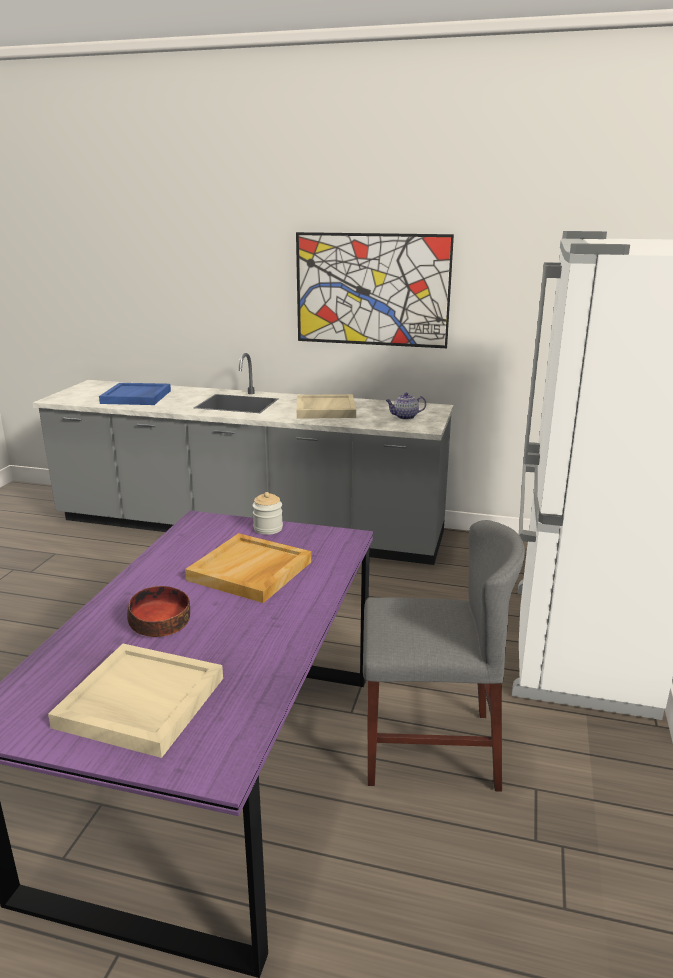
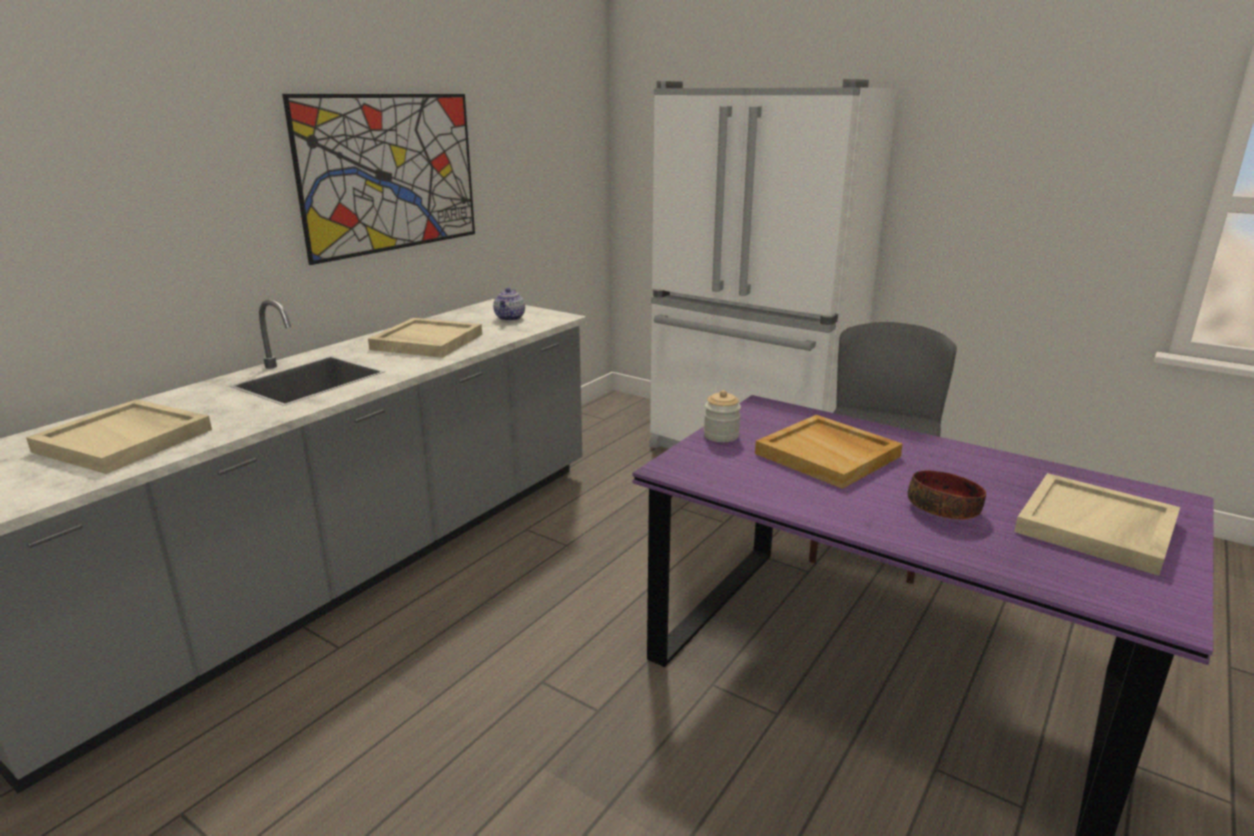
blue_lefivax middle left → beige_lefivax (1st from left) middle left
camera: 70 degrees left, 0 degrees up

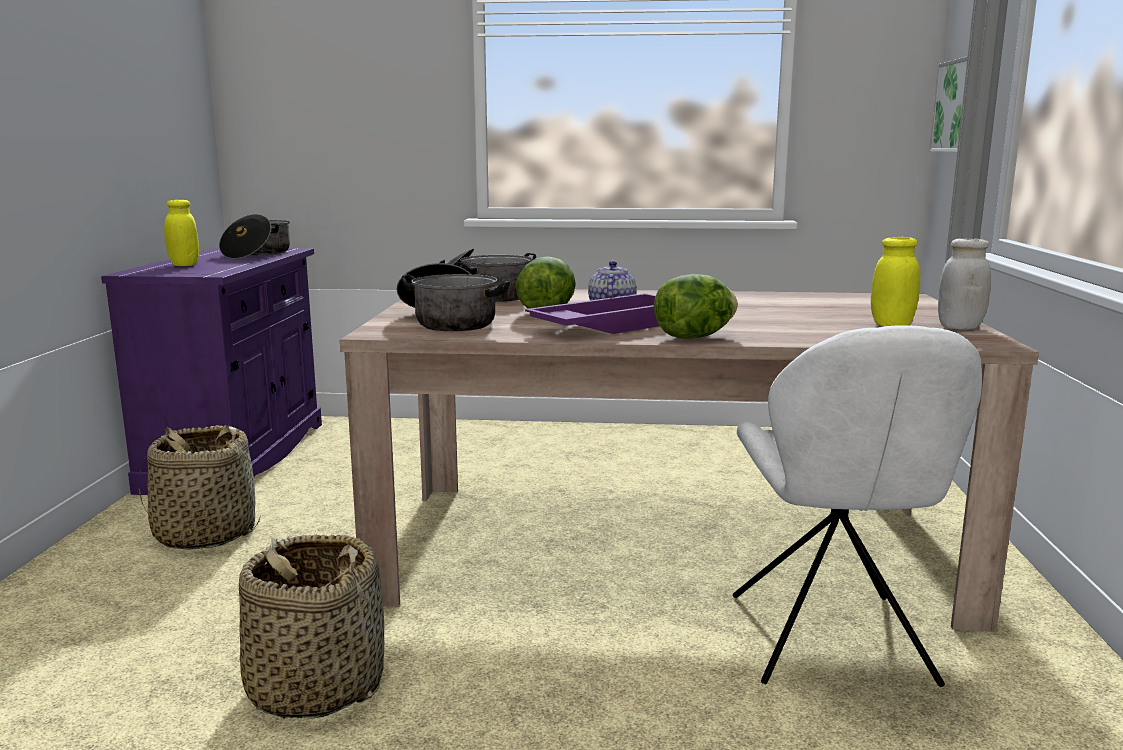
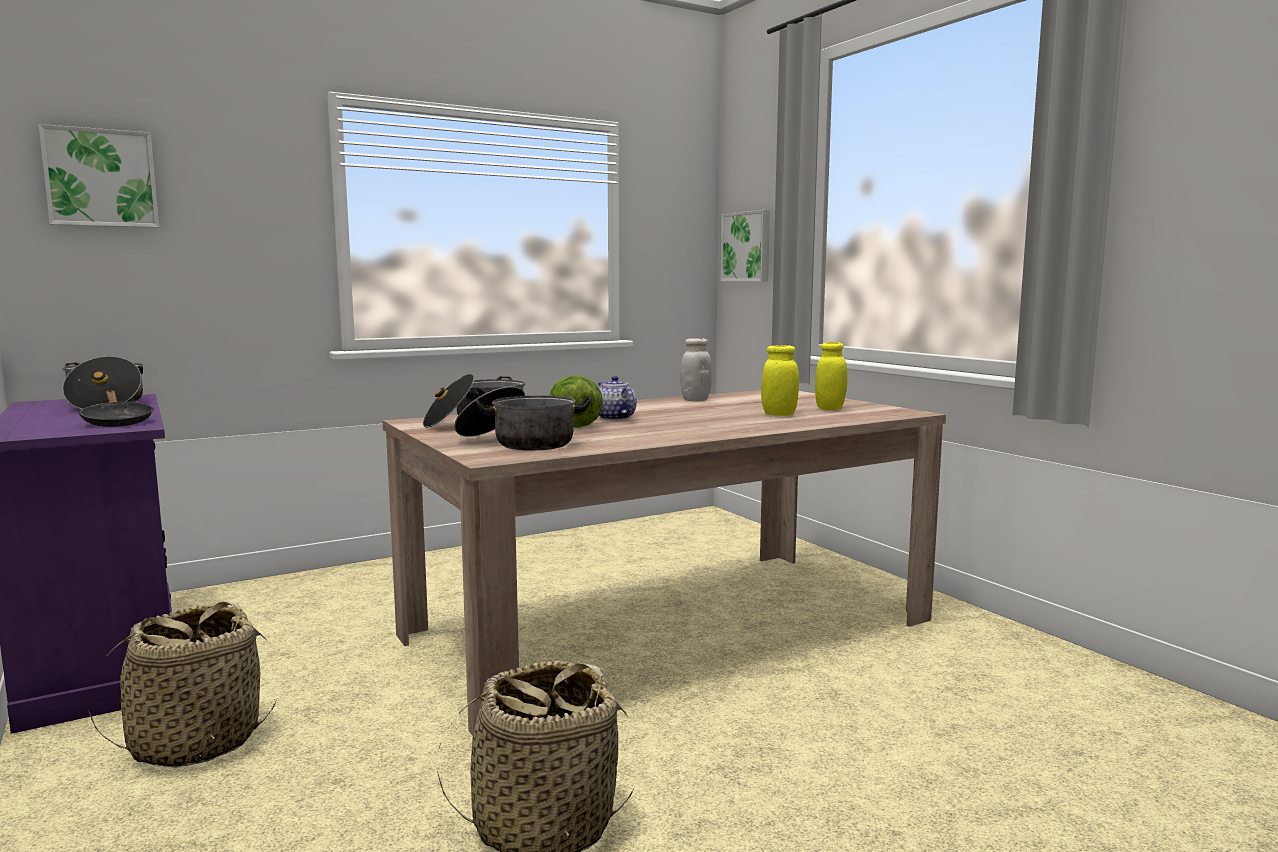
purple_lefivax centre → -
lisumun (2nd from left) centre → -
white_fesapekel bottom right → -
- → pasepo (1st from left) top left
- → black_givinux middle left
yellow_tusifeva (1st from left) top left → yellow_tusifeva (1st from left) centre, move
white_tusifeva middle right → white_tusifeva centre, move
camera: 35 degrees left, 5 degrees down

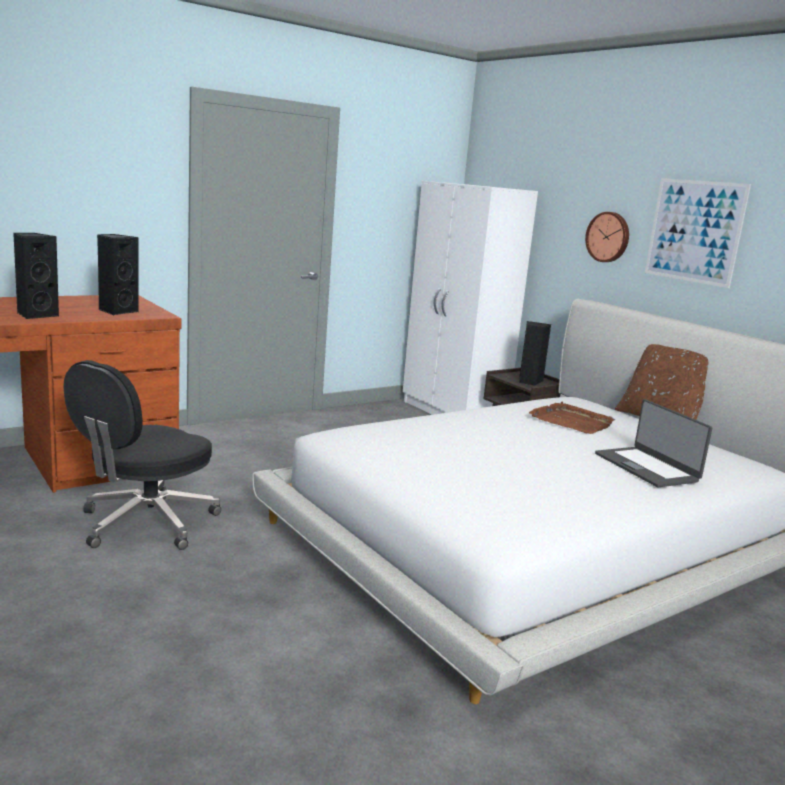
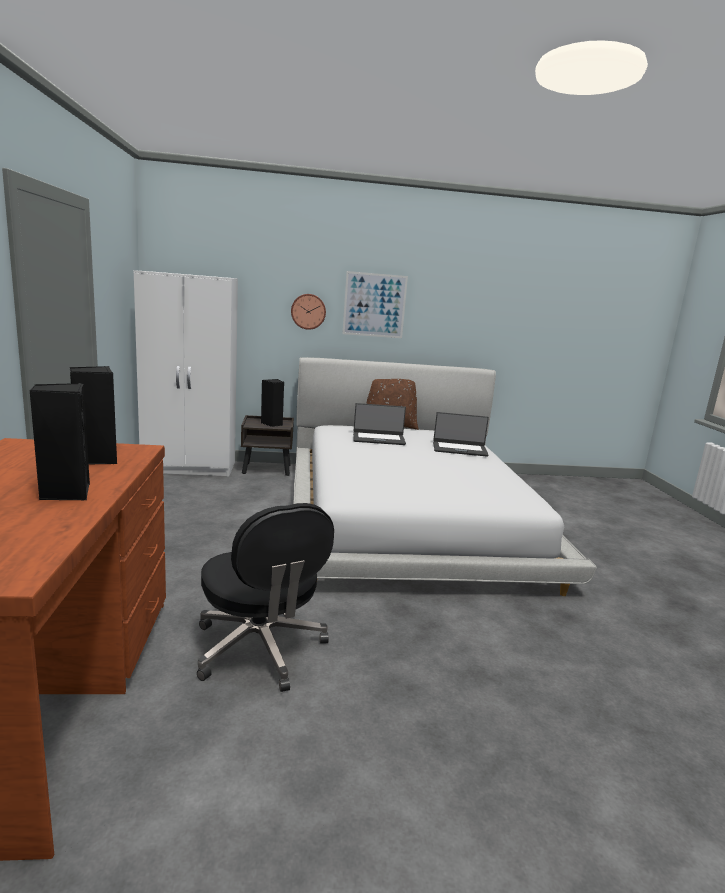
brown_lefivax middle right → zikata (1st from left) centre
camera: 60 degrees left, 0 degrees up

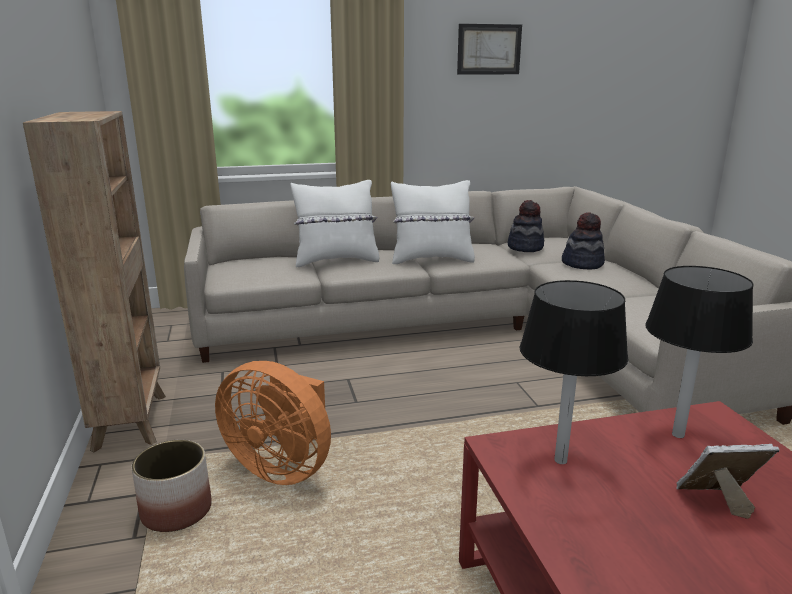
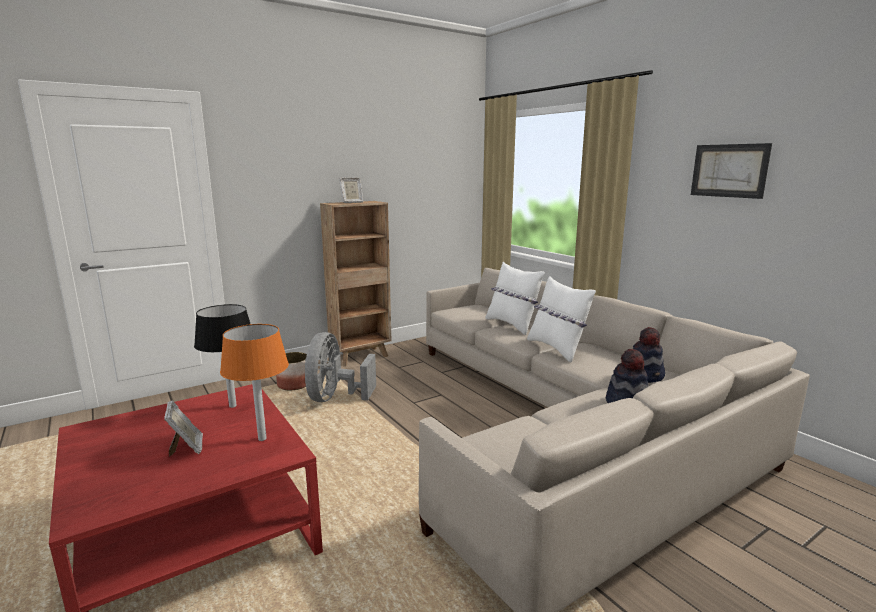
- → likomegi (2nd from left) top centre
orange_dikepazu bottom centre → grey_dikepazu centre
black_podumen (2nd from left) middle right → orange_podumen middle left
camera: 70 degrees right, 5 degrees down

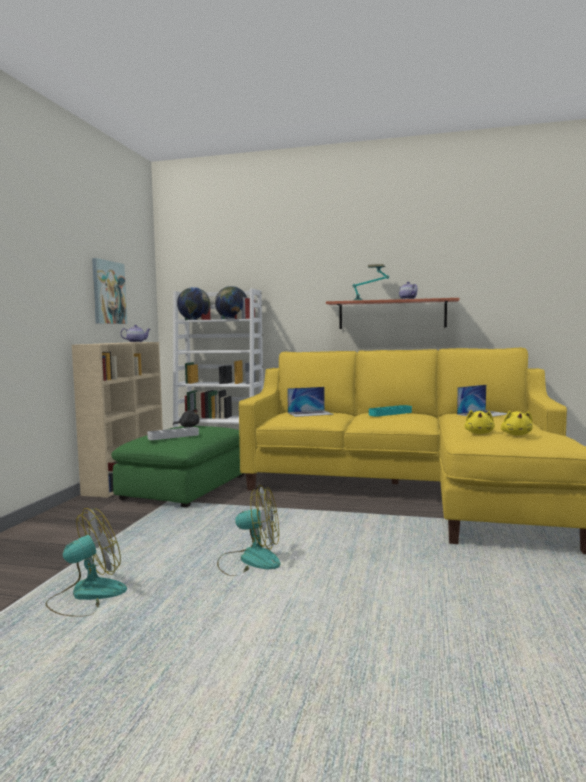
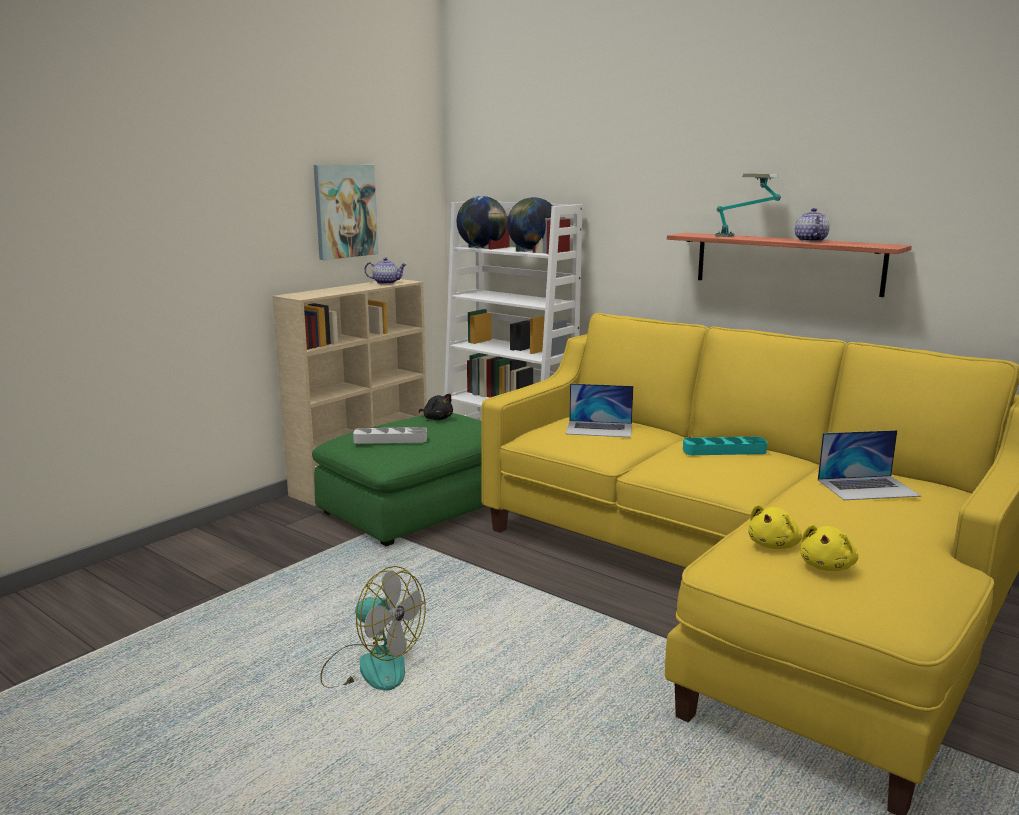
dikepazu (1st from left) bottom left → -
camera: 25 degrees right, 10 degrees up

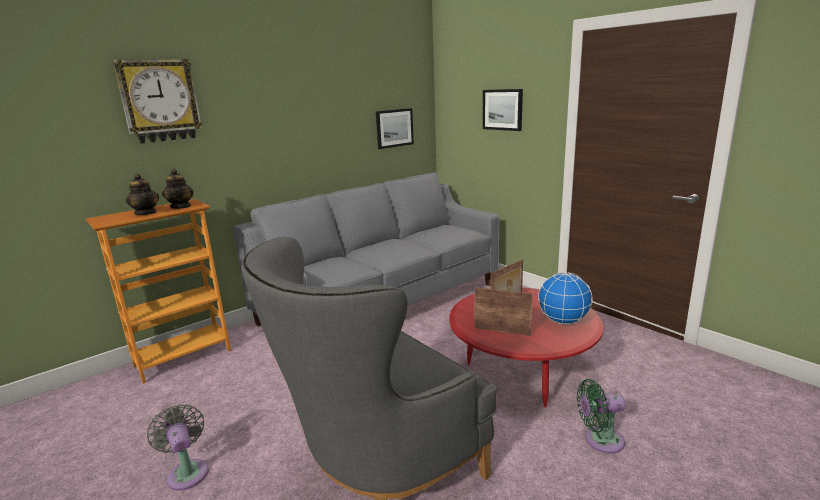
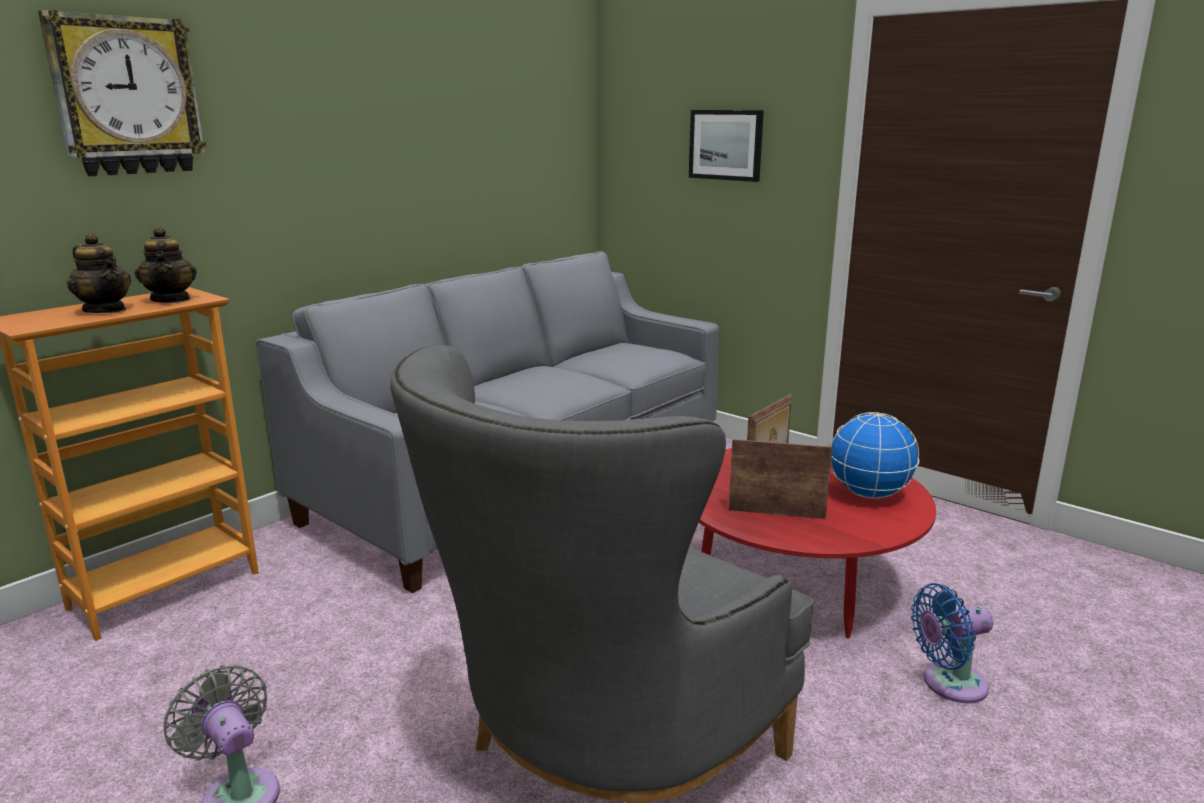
pasepo (1st from left) top centre → -
green_dikepazu bottom right → blue_dikepazu bottom right
camera: 10 degrees left, 0 degrees up

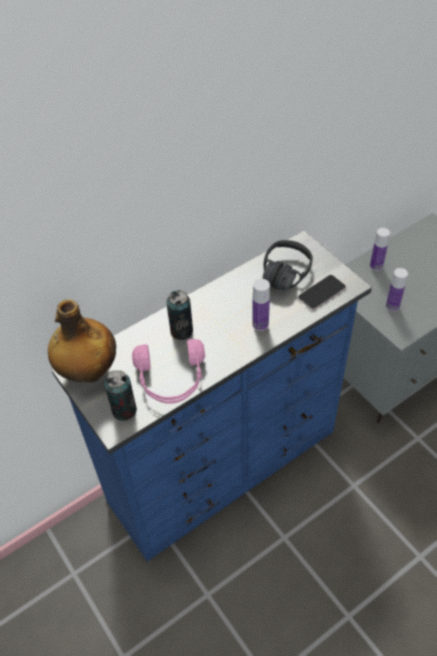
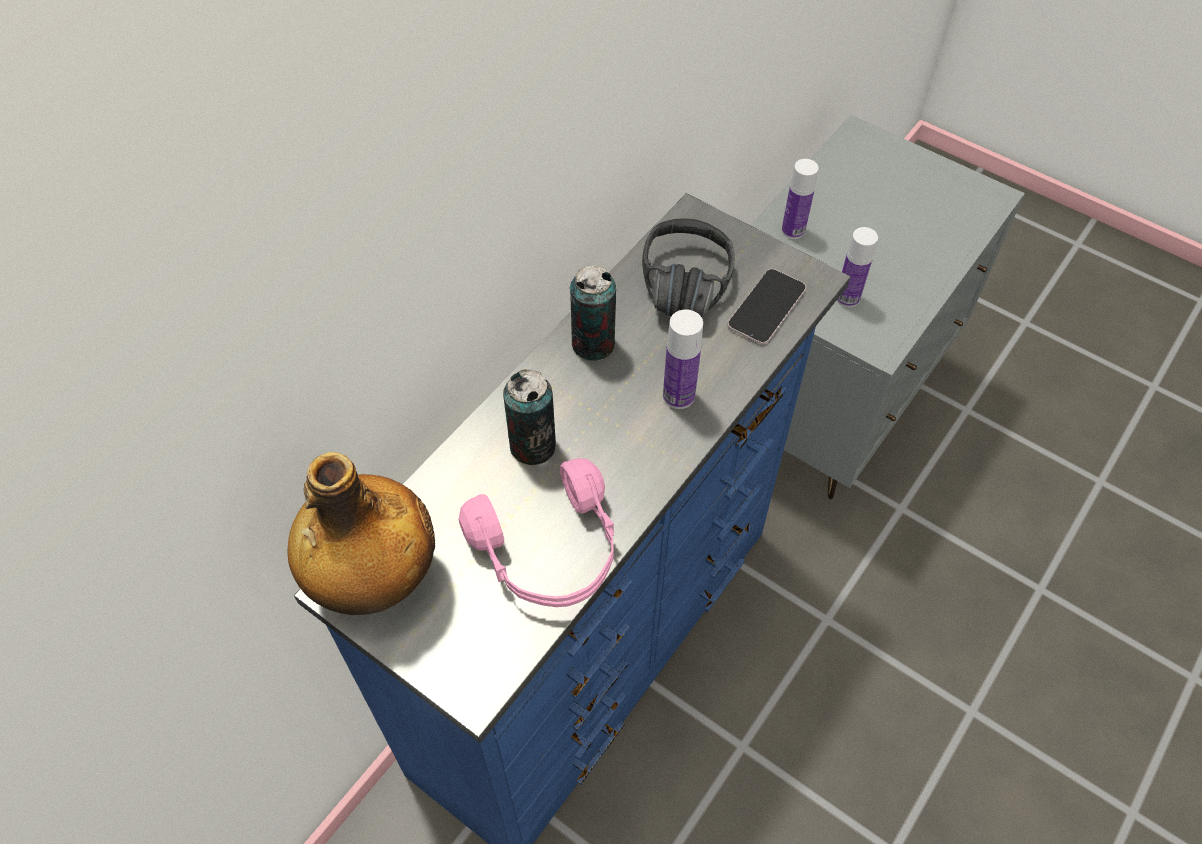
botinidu (1st from left in the first image) middle left → botinidu (2nd from left) centre, move
camera: 20 degrees left, 5 degrees up

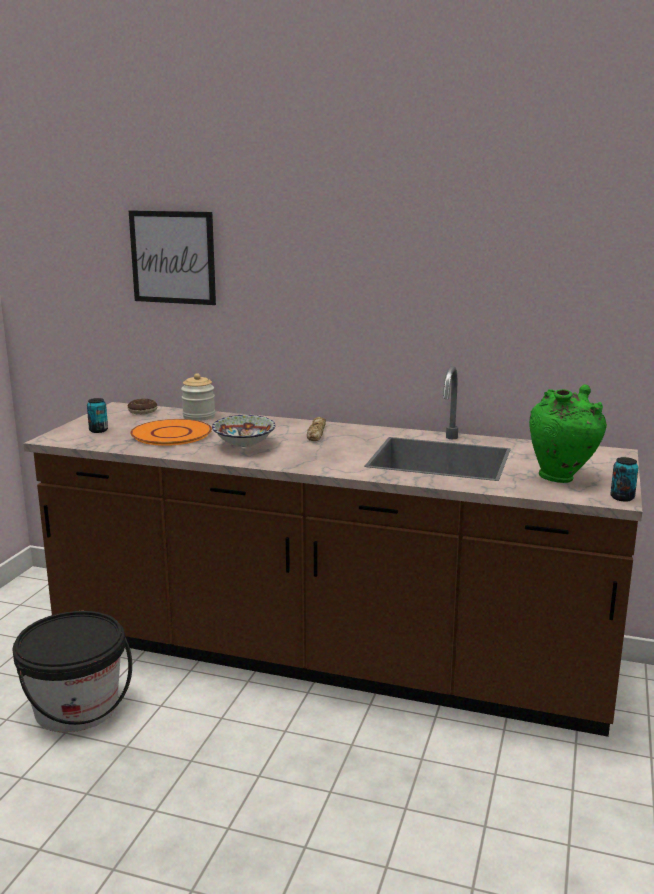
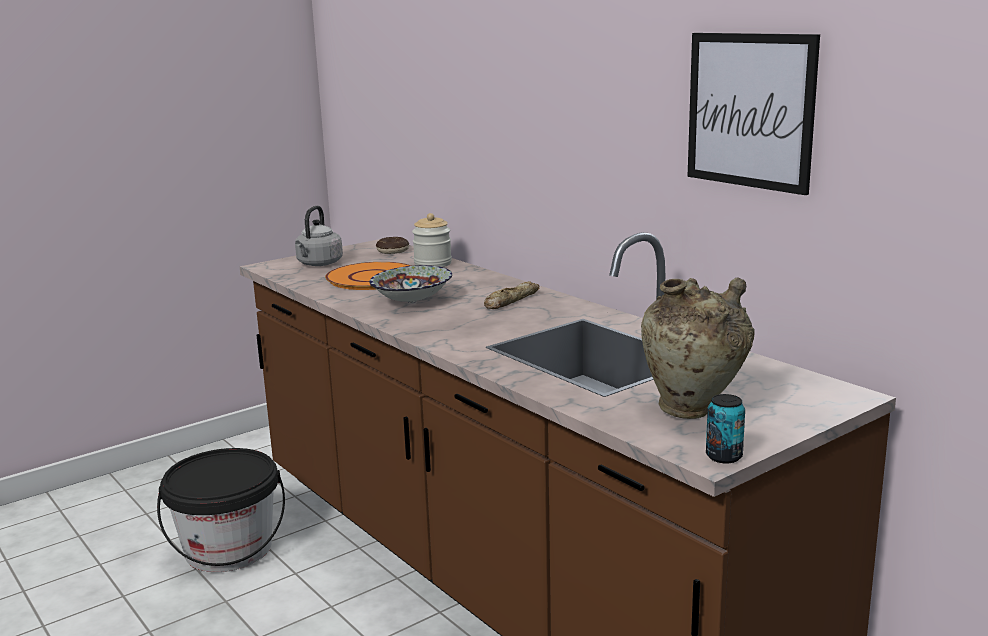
pasepo top left → pasepo top right, move
botinidu (1st from left) middle left → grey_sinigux middle left
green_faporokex middle right → beige_faporokex middle right
camera: 35 degrees right, 0 degrees up

